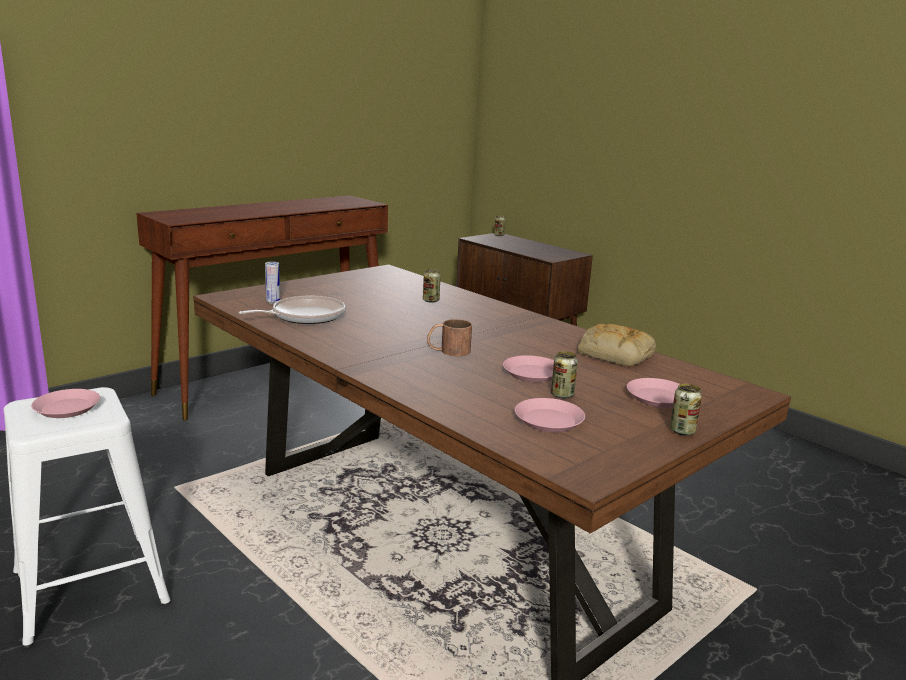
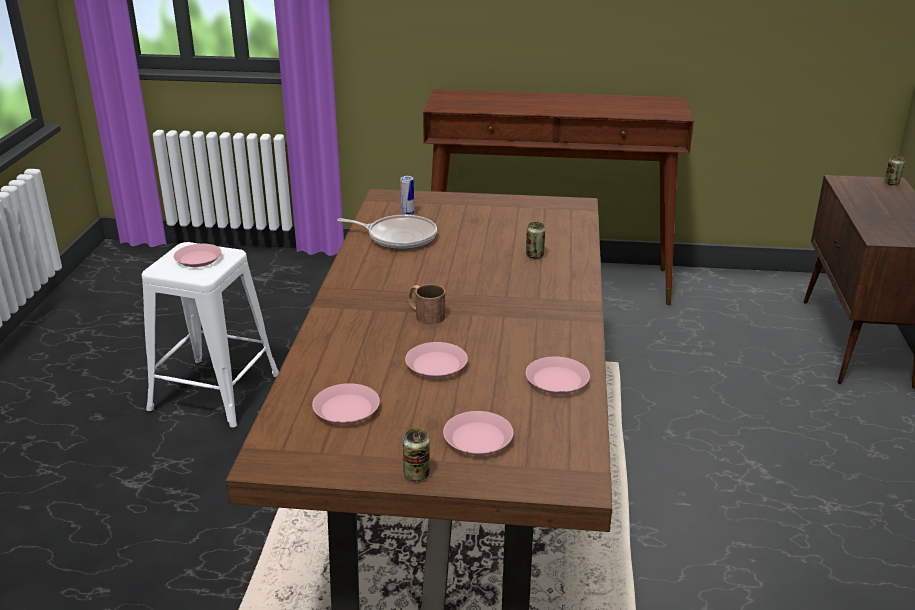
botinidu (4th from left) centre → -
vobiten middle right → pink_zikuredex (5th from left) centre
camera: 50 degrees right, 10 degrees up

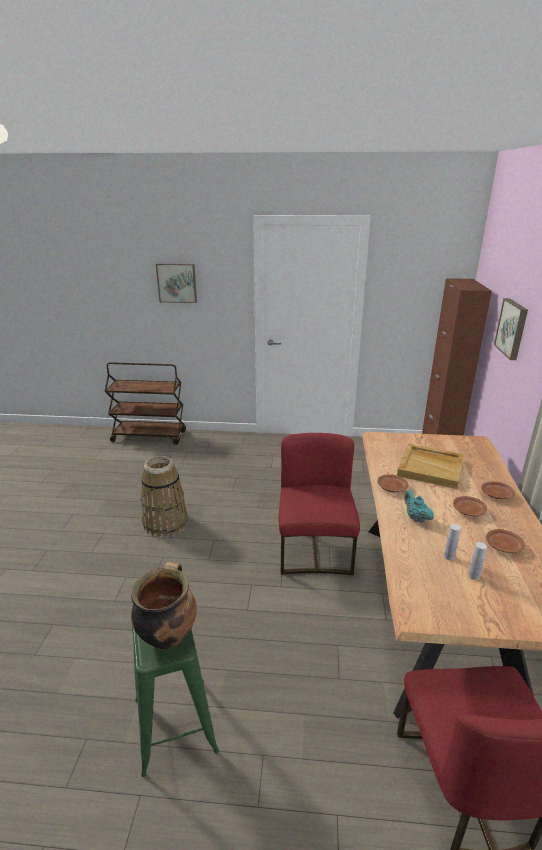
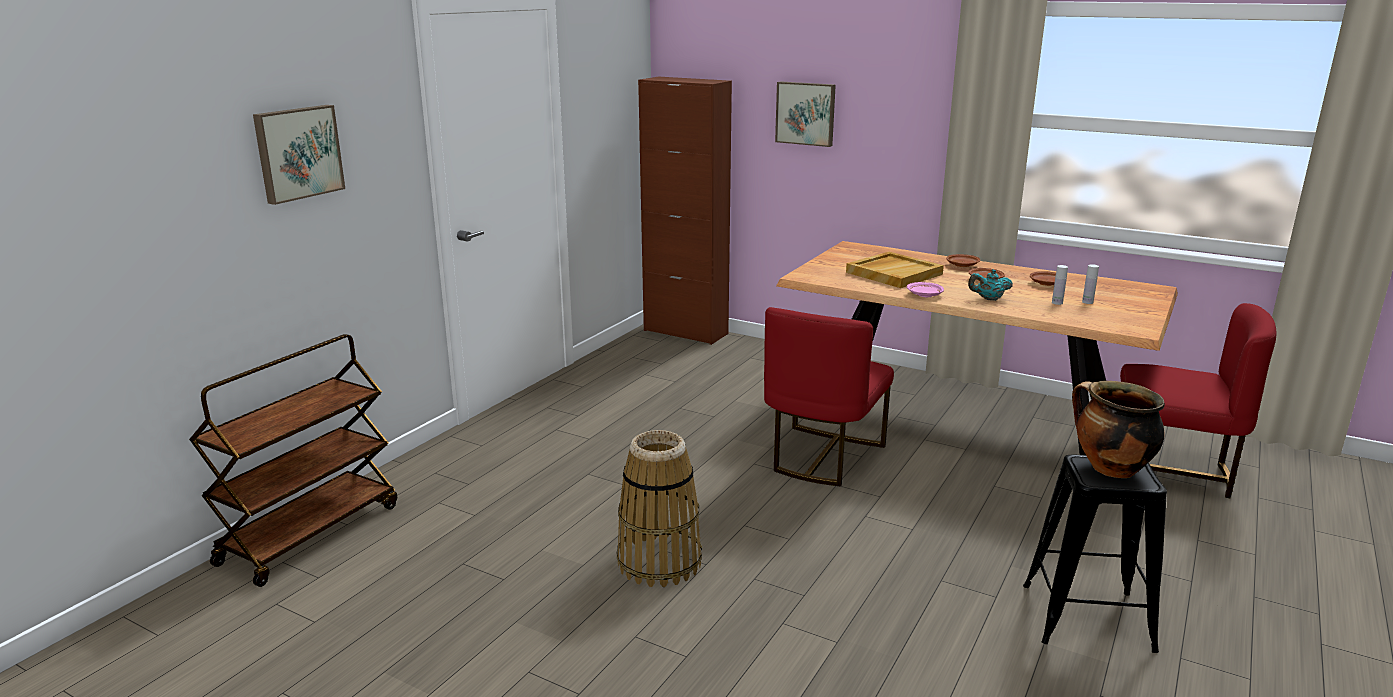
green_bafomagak bottom left → black_bafomagak bottom right
brown_zikuredex (1st from left) middle right → pink_zikuredex centre
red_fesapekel (1st from left) centre, 90 degrees counterclockwise
camera: 65 degrees left, 5 degrees down

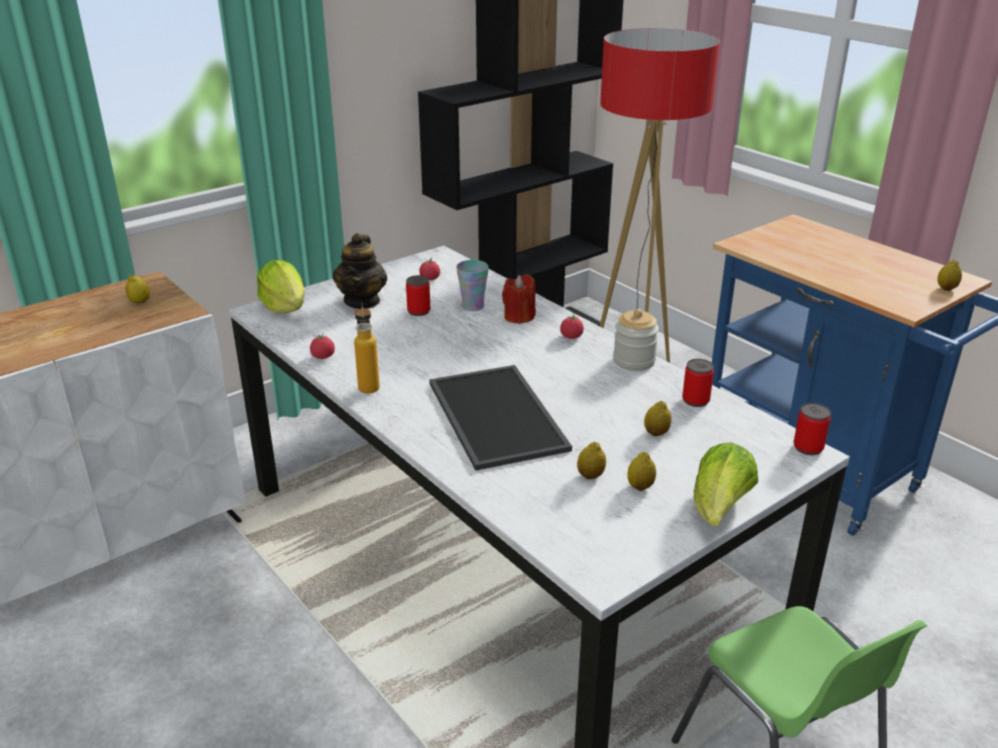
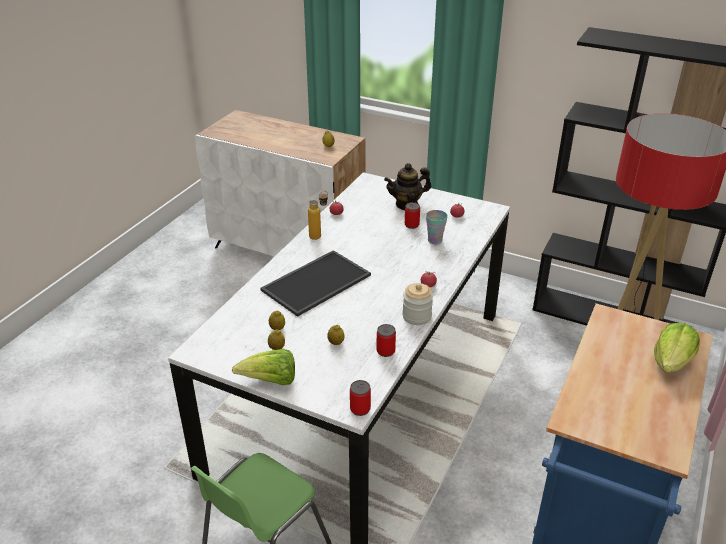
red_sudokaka centre → -
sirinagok (5th from left) middle right → -
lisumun (1st from left in the first image) middle left → lisumun (2nd from left) middle right, move
camera: 65 degrees right, 5 degrees up

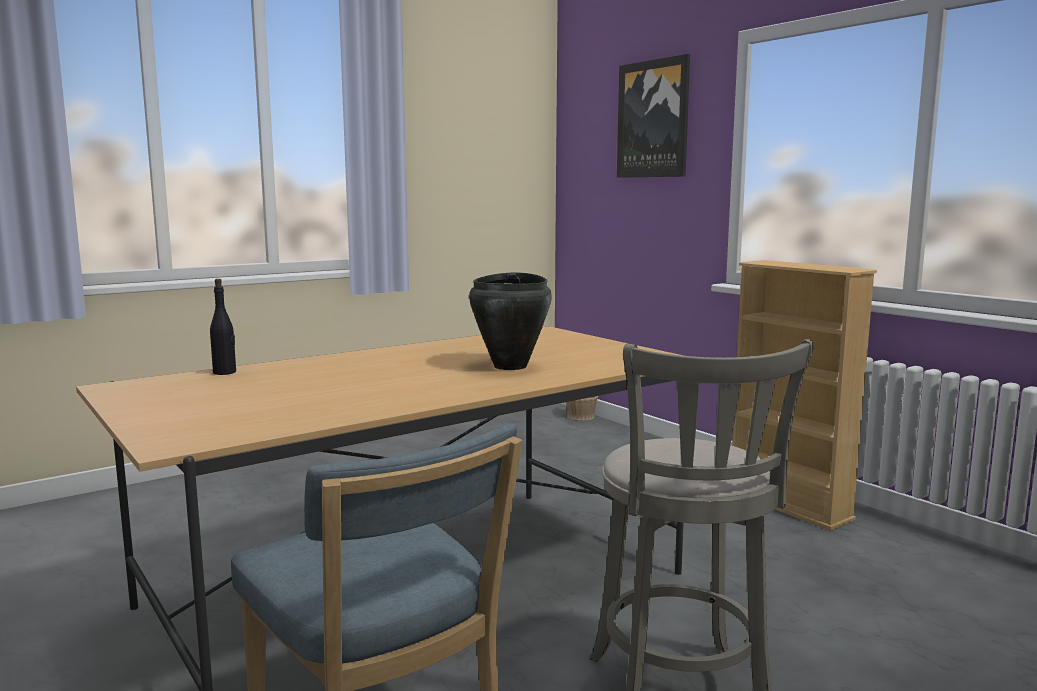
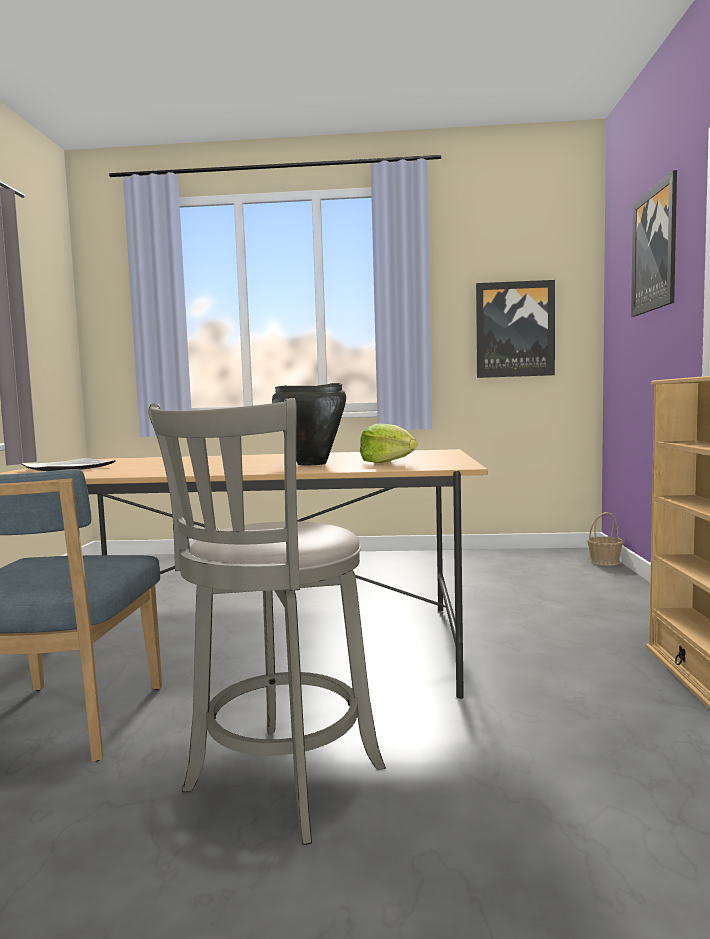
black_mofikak middle left → -
- → zikuredex middle left
- → lisumun centre
- → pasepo (1st from left) middle right
camera: 40 degrees right, 5 degrees down

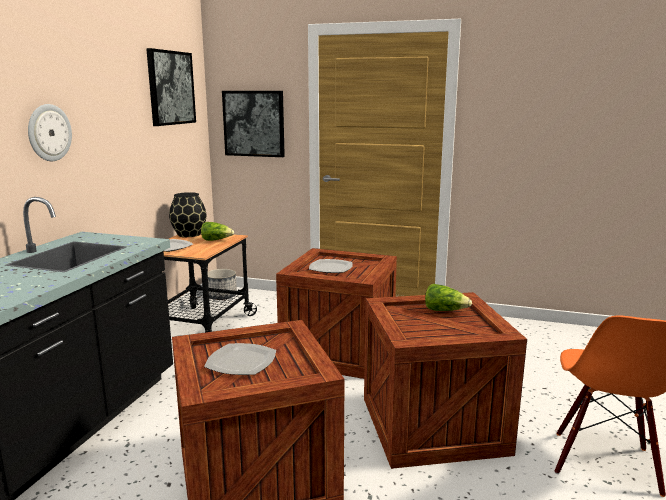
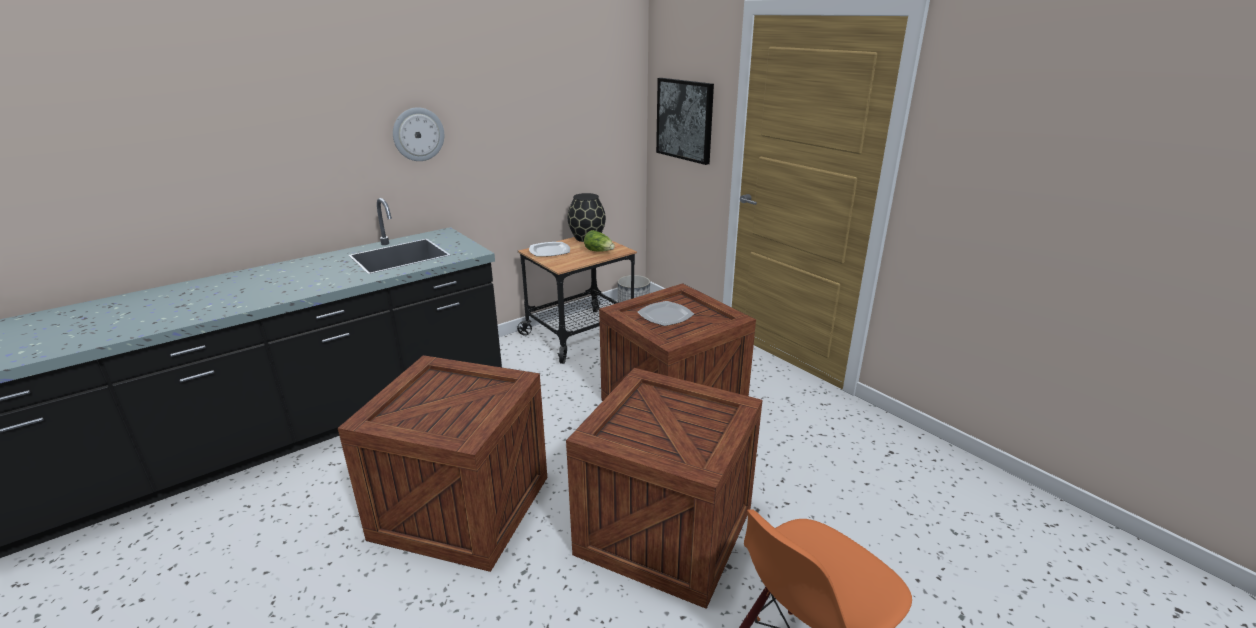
pasepo (1st from left) top left → -
zikuredex (2nd from left) bottom centre → -
lisumun (2nd from left) middle right → -
camera: 35 degrees right, 10 degrees up

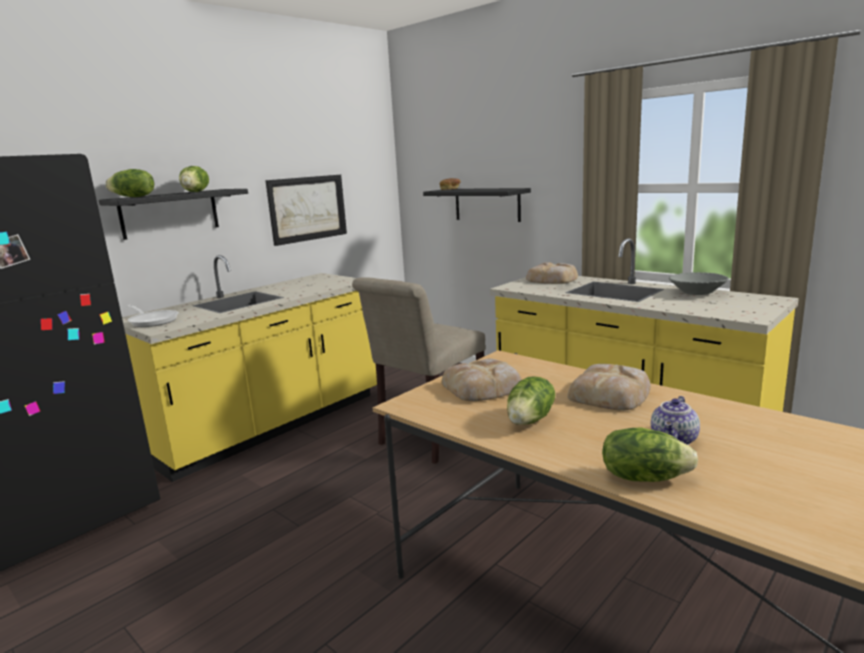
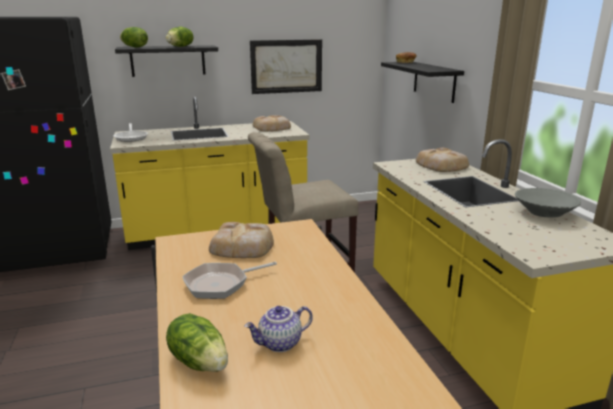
vobiten (4th from left in the first image) middle right → vobiten (2nd from left) top centre, move
lisumun (3rd from left) centre → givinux (2nd from left) bottom centre
camera: 30 degrees right, 5 degrees up

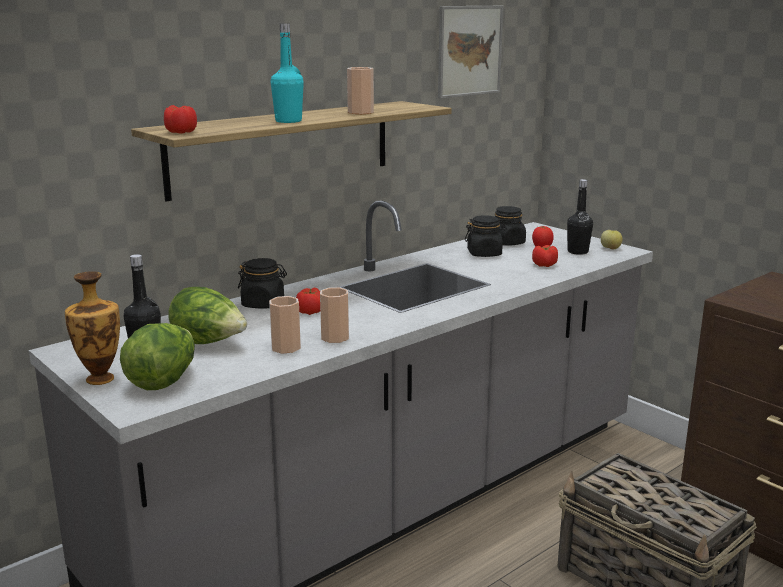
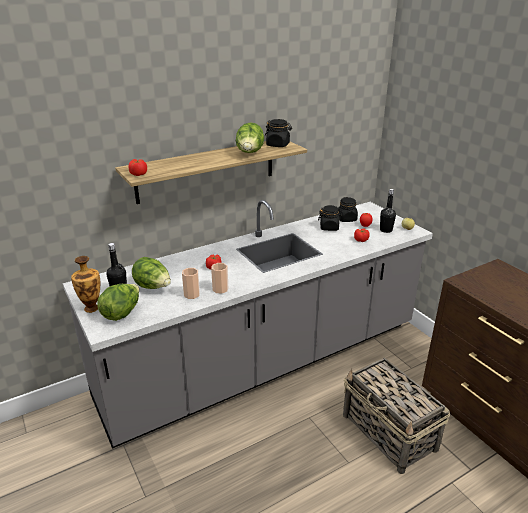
turquoise_mofikak top centre → -
pasepo top centre → -
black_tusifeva (1st from left) centre → black_tusifeva (1st from left) top centre, move
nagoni (3rd from left) top centre → lisumun (3rd from left) top centre
camera: 10 degrees right, 10 degrees up

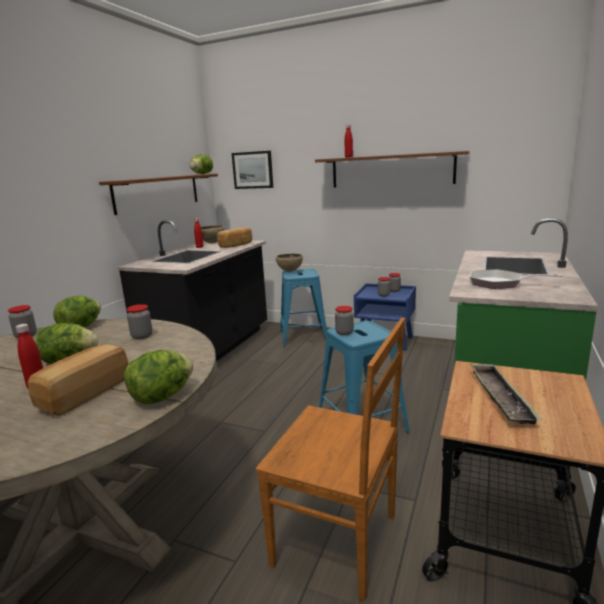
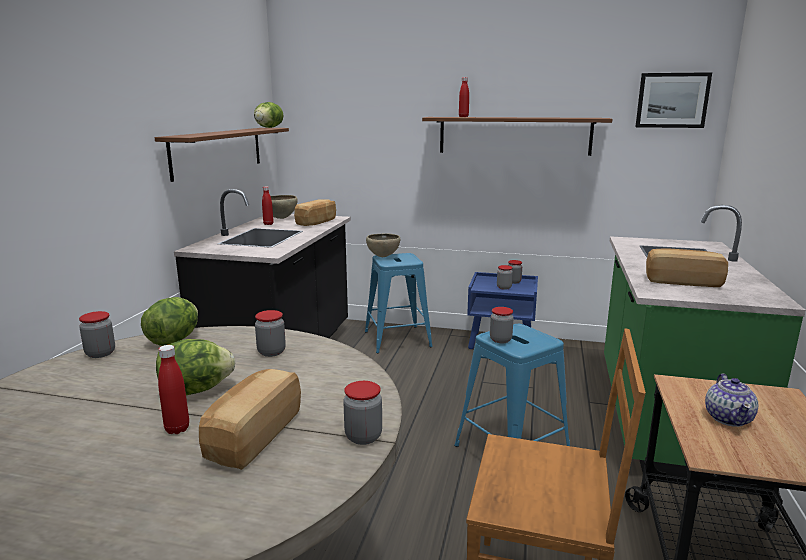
pasepo top centre → pasepo top right, move
lisumun (3rd from left) middle left → tusifeva (3rd from left) bottom centre
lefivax middle right → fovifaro bottom right
givinux middle right → vobiten (3rd from left) middle right
camera: 10 degrees left, 0 degrees up

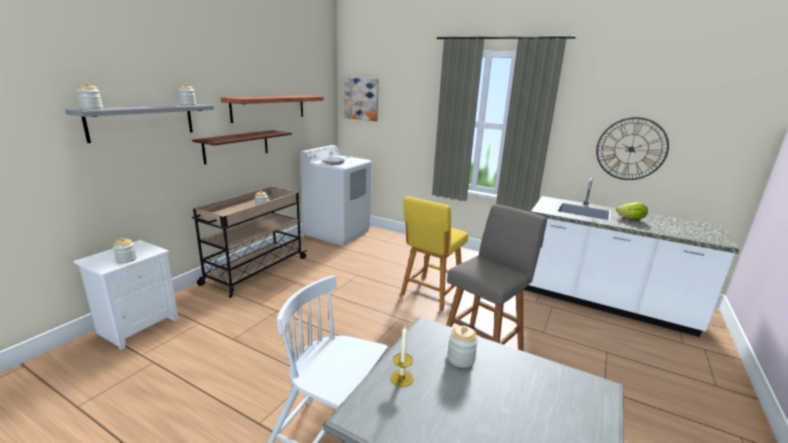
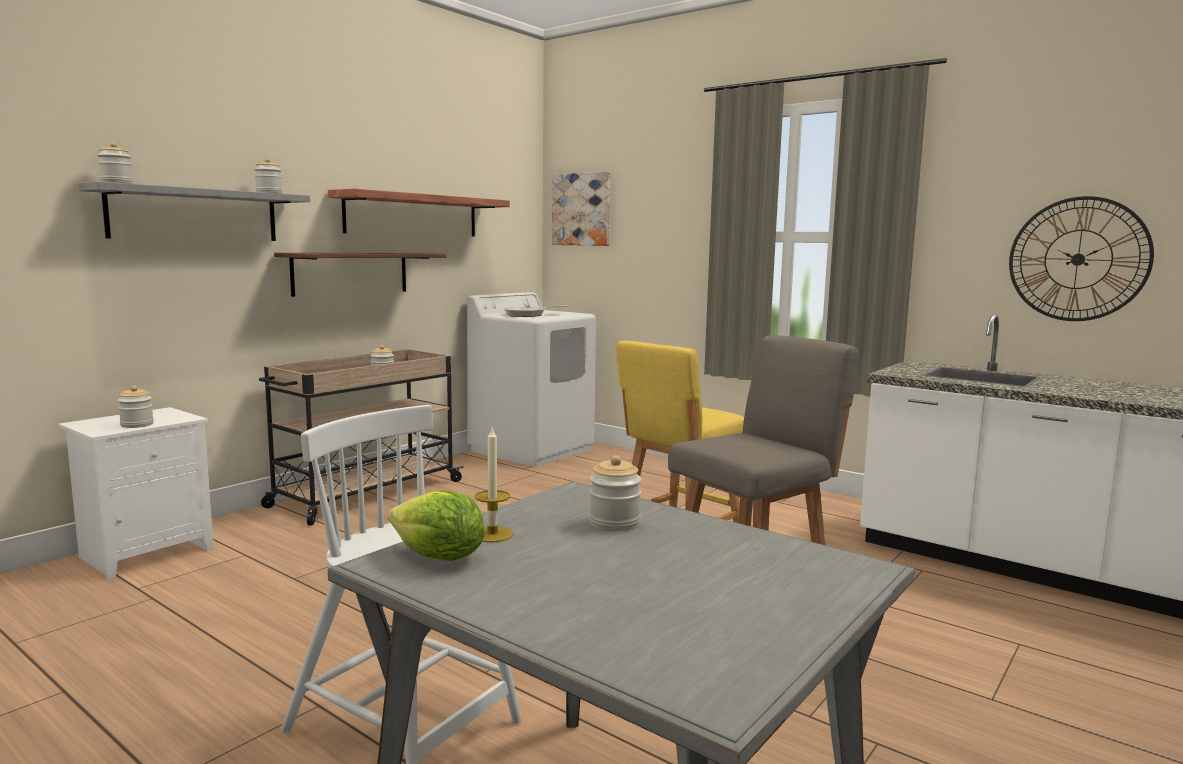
lisumun middle right → lisumun bottom centre, move
camera: 10 degrees right, 10 degrees down

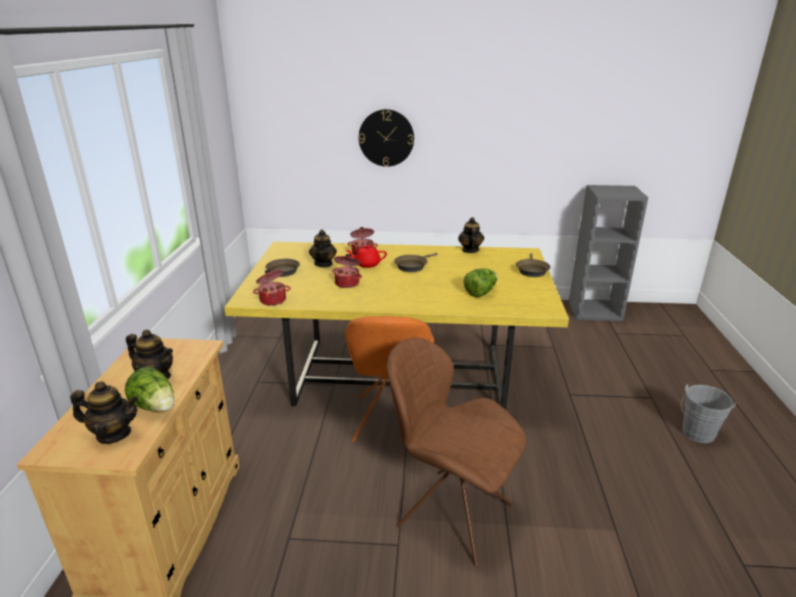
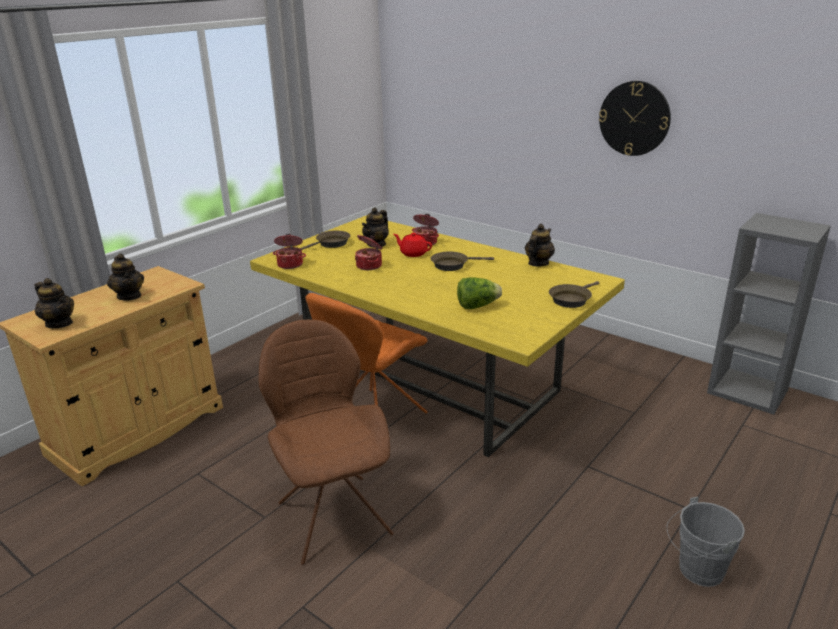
lisumun (1st from left) middle left → -
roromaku top centre → roromaku top right, move
camera: 35 degrees right, 0 degrees up

